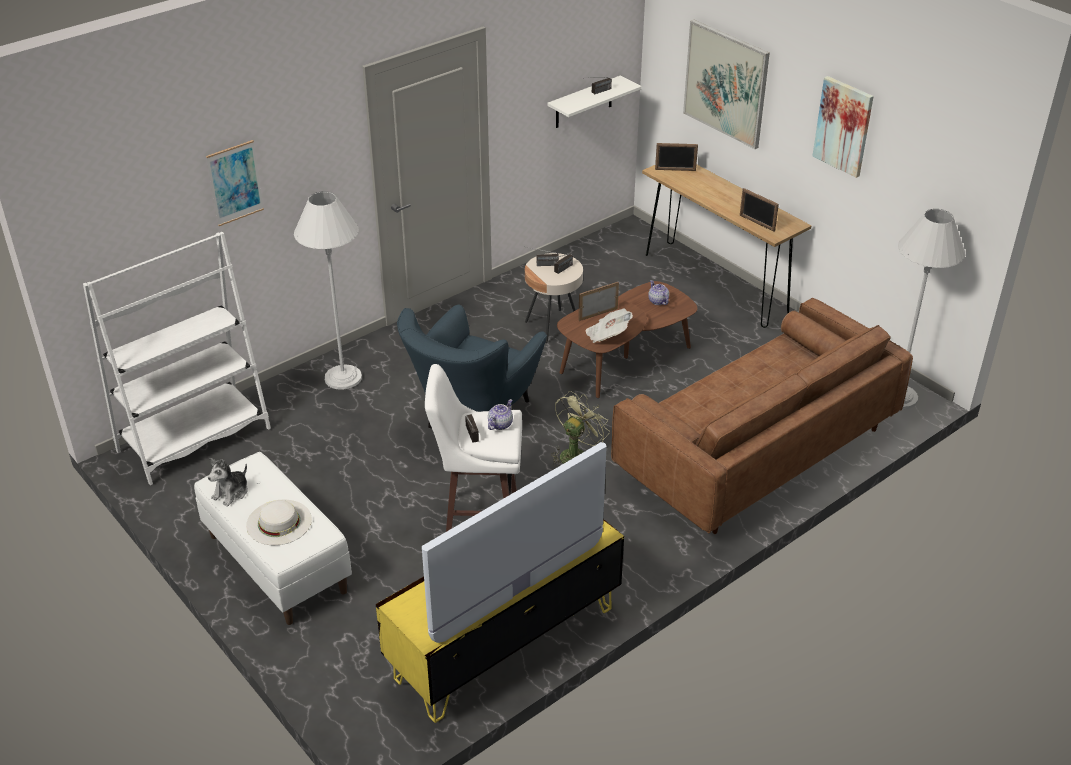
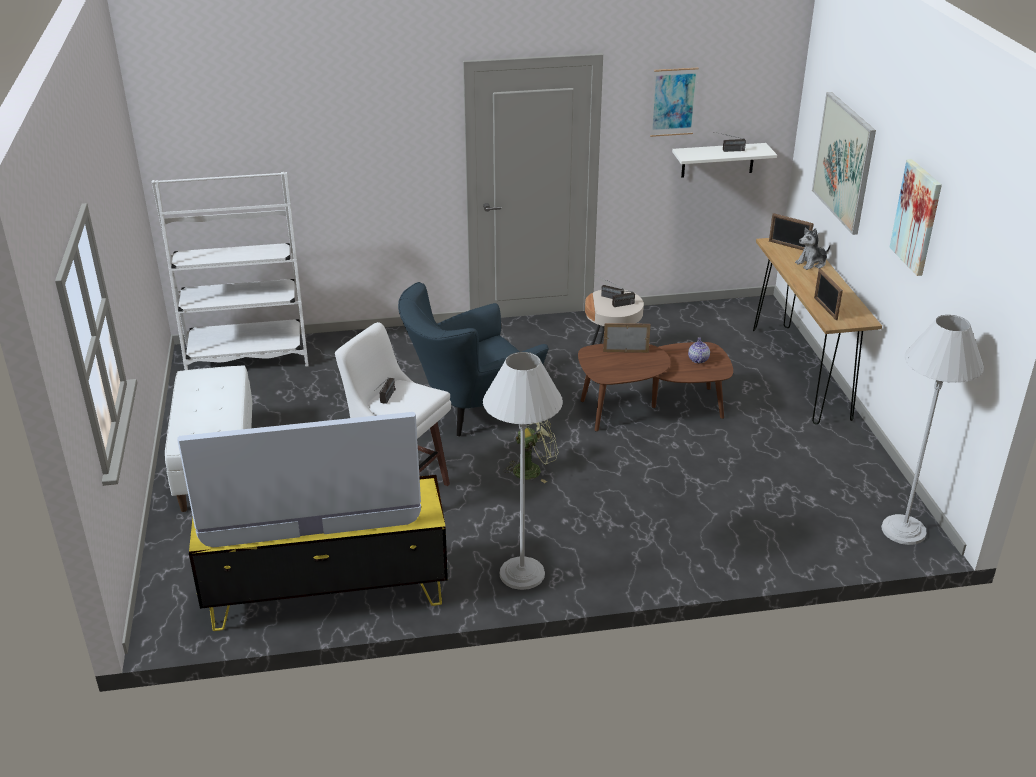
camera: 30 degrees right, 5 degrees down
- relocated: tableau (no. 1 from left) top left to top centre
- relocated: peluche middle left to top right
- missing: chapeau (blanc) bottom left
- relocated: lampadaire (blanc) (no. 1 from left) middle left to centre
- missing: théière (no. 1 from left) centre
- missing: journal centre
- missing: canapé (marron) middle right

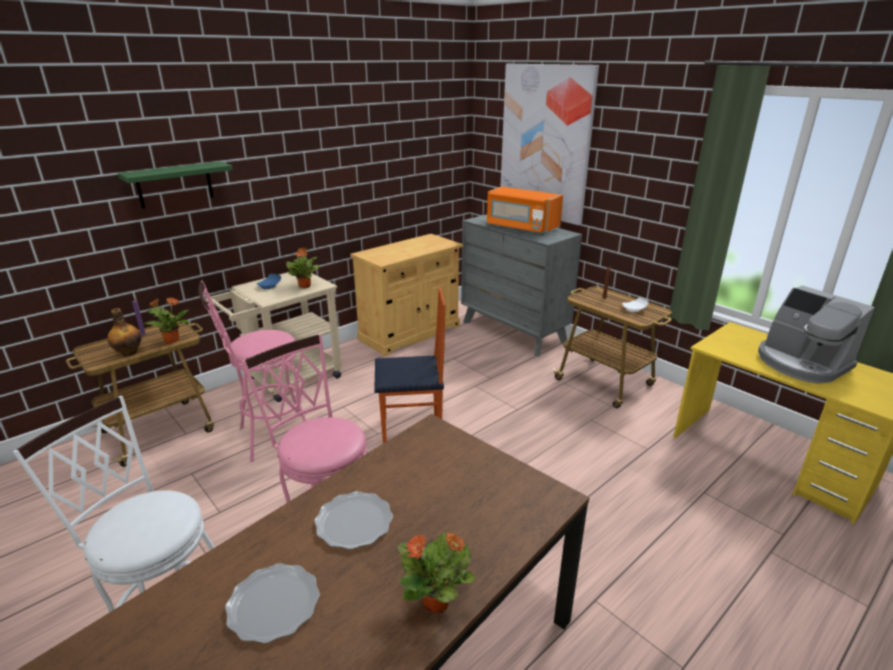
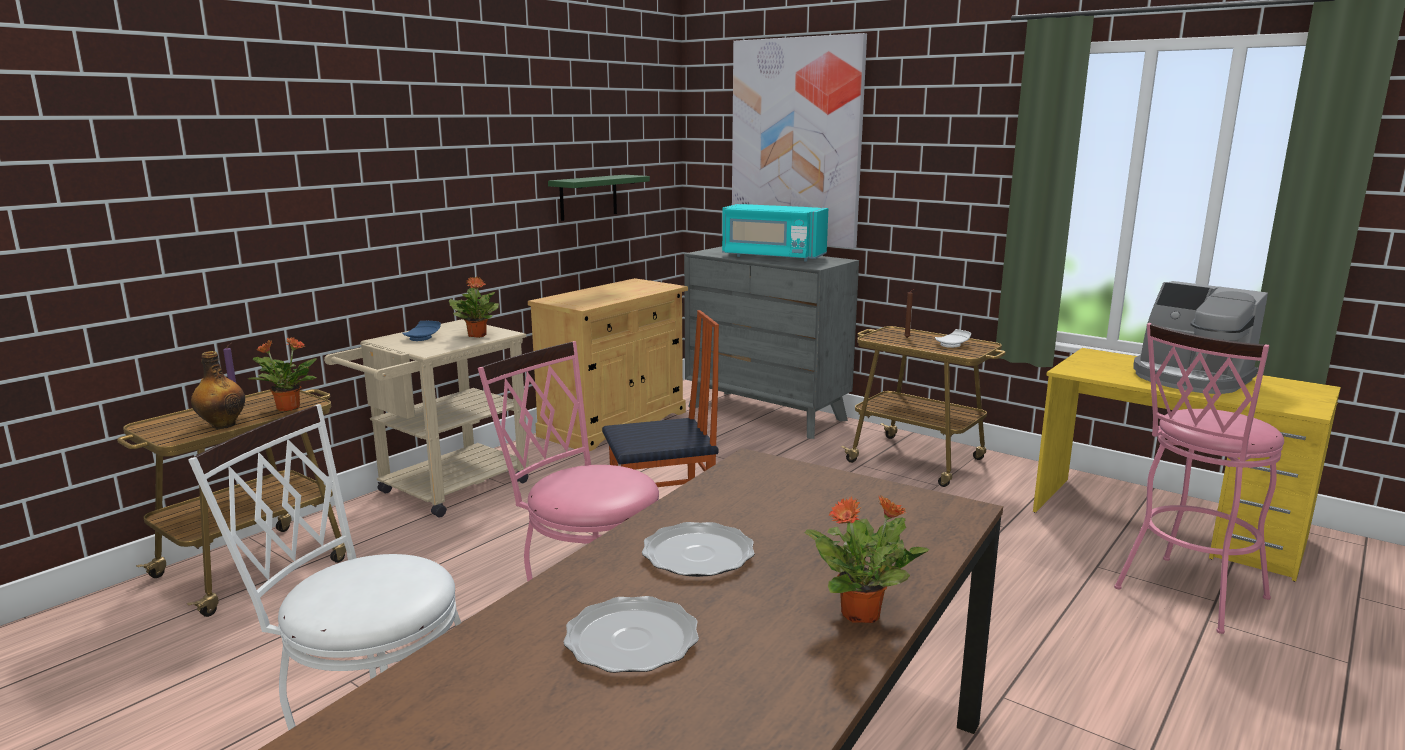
camera: 10 degrees left, 10 degrees down
- relocated: étagère (vert) top left to top centre
- relocated: tabouret (rose) (no. 1 from left in the first image) middle left to tabouret (rose) (no. 2 from left) middle right
- colour: micro-ondes (orange) top centre to micro-ondes (turquoise) top centre

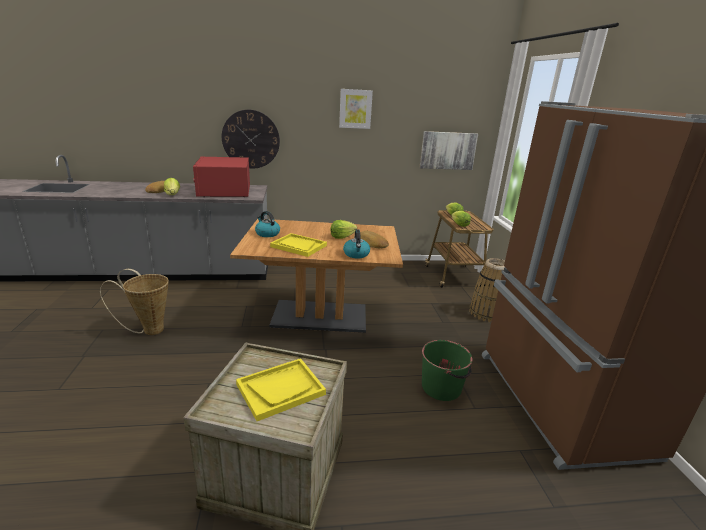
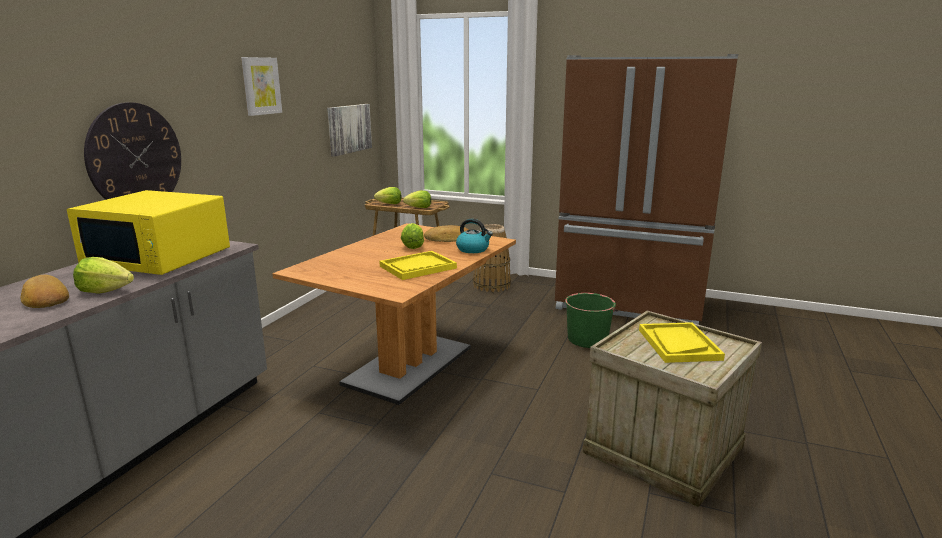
camera: 60 degrees left, 5 degrees down
- missing: panier (no. 1 from left) middle left
- colour: micro-ondes (rouge) middle left to micro-ondes (jaune) middle left
- missing: bouilloire (no. 1 from left) centre

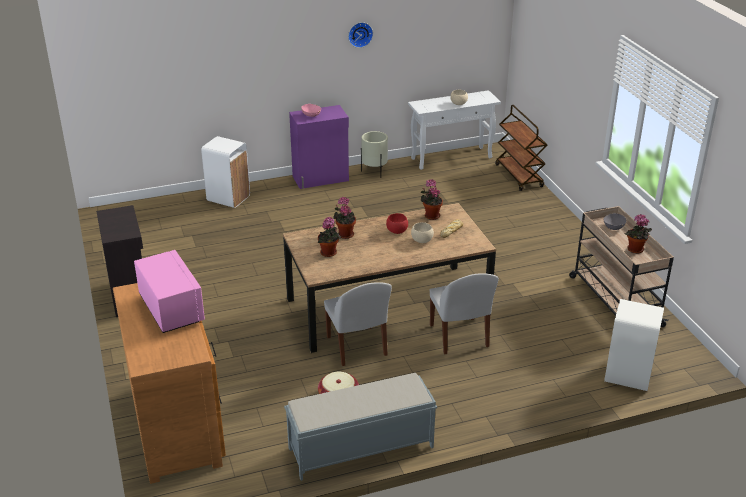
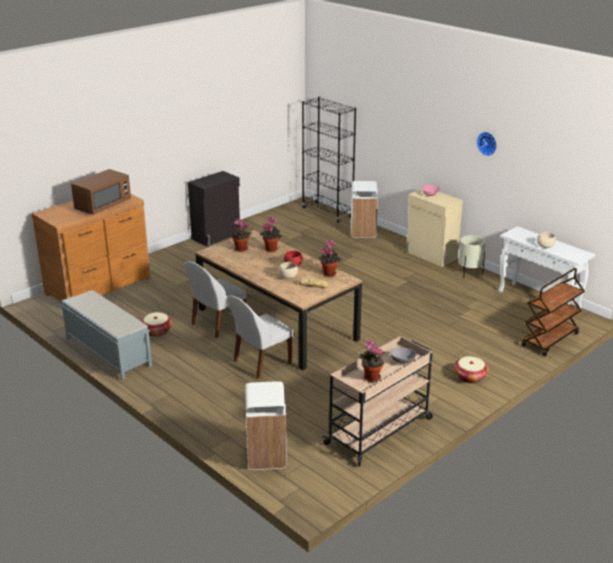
camera: 65 degrees right, 5 degrees down
- colour: micro-ondes (rose) middle left to micro-ondes (marron) middle left
- colour: meuble de rangement (violet) top centre to meuble de rangement (beige) middle right
- appeared: bibliothèque (noir) top centre
- appeared: panier (no. 2 from left) middle right

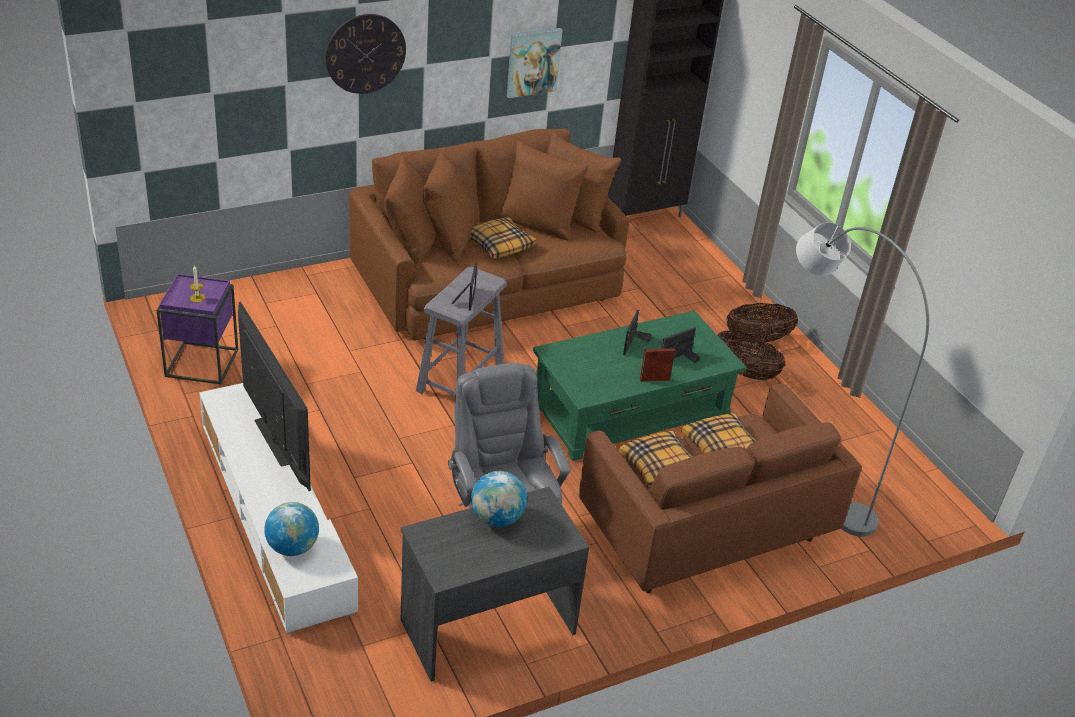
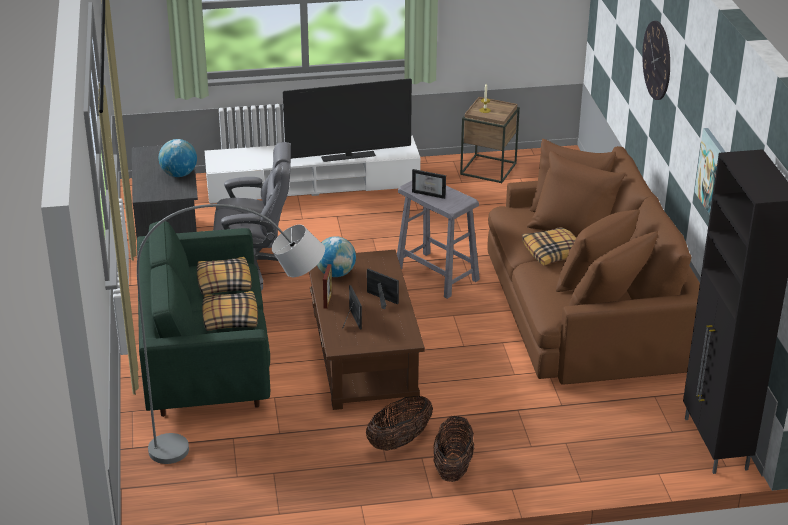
camera: 110 degrees right, 5 degrees down
- colour: table d'appoint (violet) middle left to table d'appoint (marron) top centre
- relocated: globe (no. 1 from left in the first image) bottom left to globe (no. 2 from left) centre
- colour: table basse (vert) centre to table basse (marron) centre
- colour: canapé (marron) (no. 2 from left) bottom right to canapé (vert) middle left

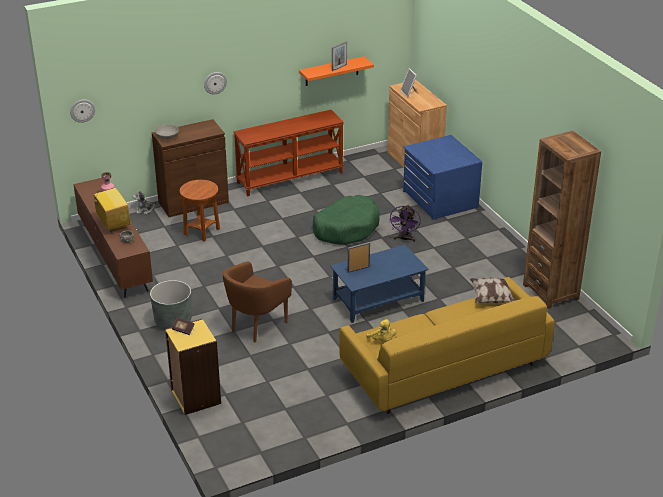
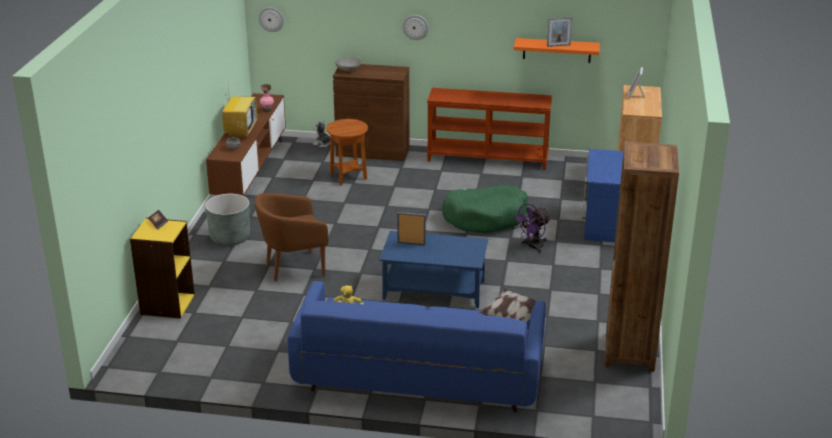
camera: 35 degrees right, 5 degrees down
- colour: canapé (jaune) bottom right to canapé (bleu) bottom centre

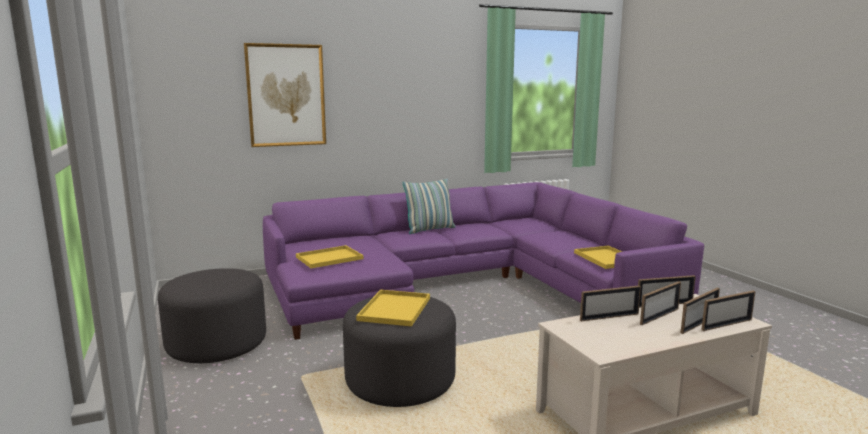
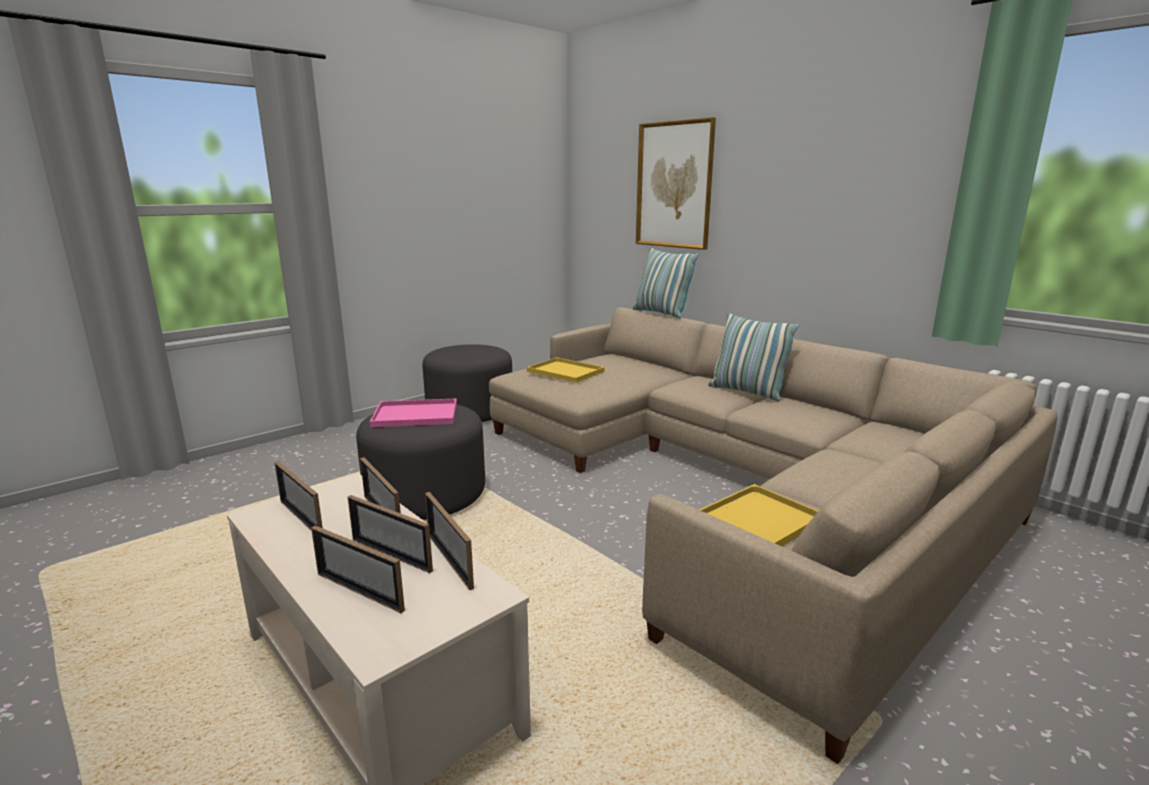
camera: 70 degrees right, 5 degrees up
- colour: canapé (violet) centre to canapé (beige) bottom right
- colour: plateau (jaune) (no. 2 from left) bottom centre to plateau (rose) centre
- relocated: cadre photo (no. 5 from left in the first image) bottom right to cadre photo (no. 1 from left) middle left
- appeared: coussin (no. 1 from left) centre

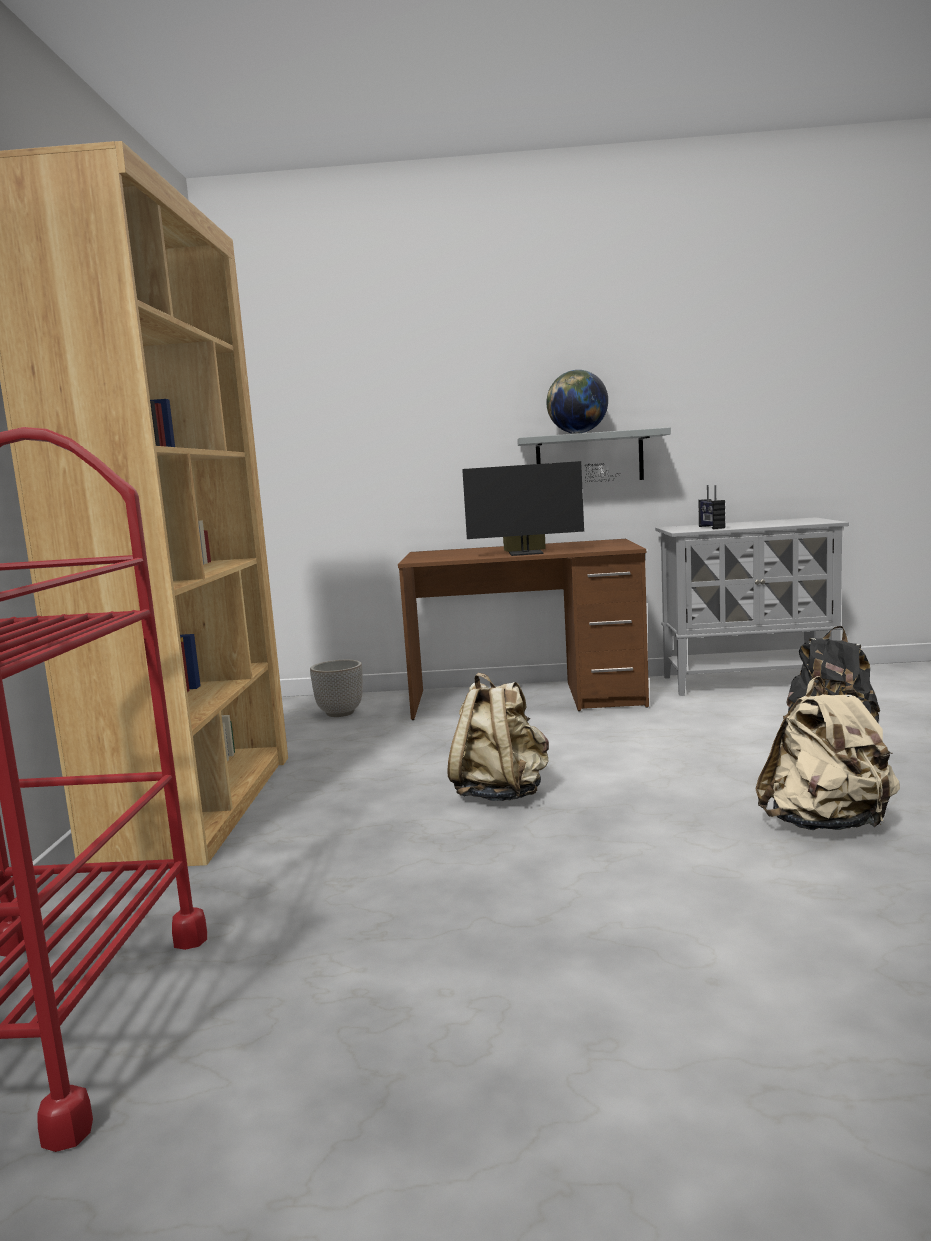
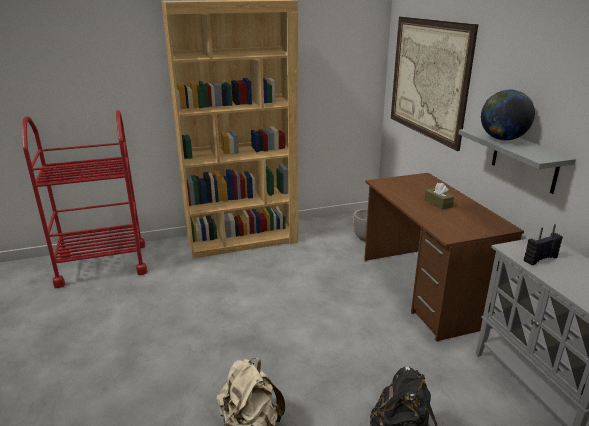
camera: 70 degrees right, 15 degrees up
- missing: sac à dos (beige) (no. 1 from left) centre
- missing: écran d'ordinateur centre
- appeared: tableau top right

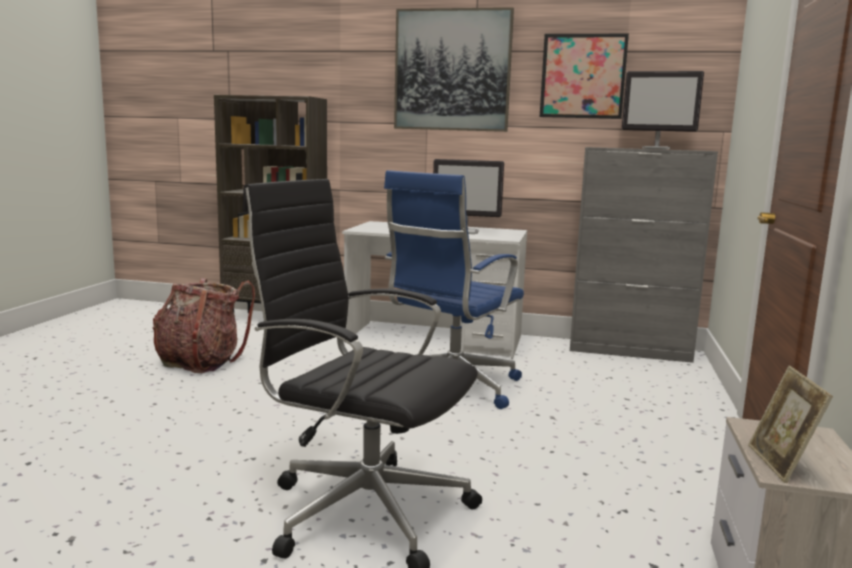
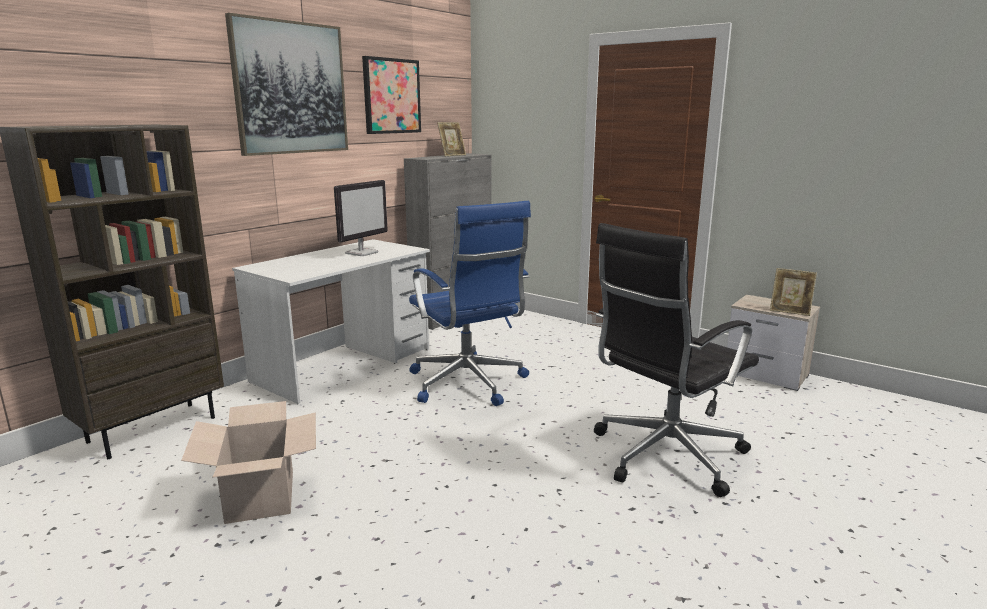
camera: 65 degrees left, 5 degrees up
- exchanged: sac à dos middle left to carton bottom left
- exchanged: écran d'ordinateur (no. 2 from left) top right to cadre photo (no. 1 from left) top centre

